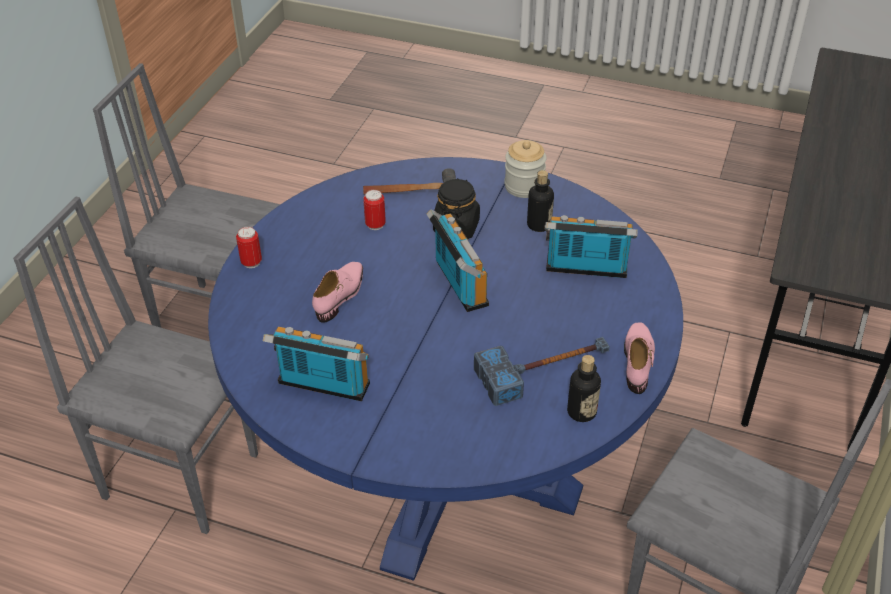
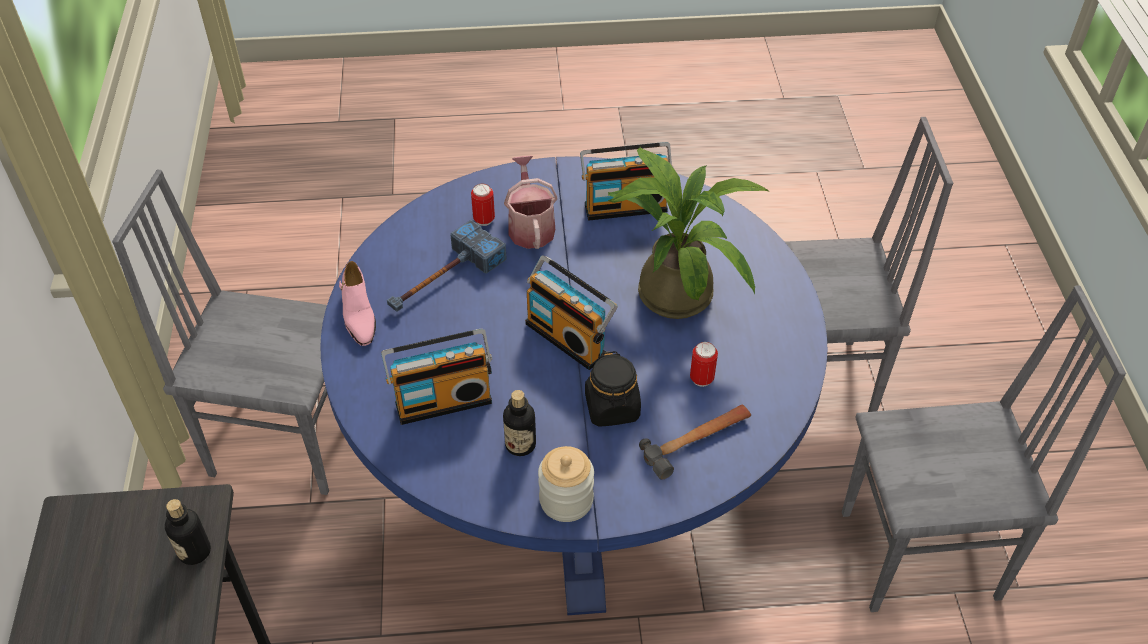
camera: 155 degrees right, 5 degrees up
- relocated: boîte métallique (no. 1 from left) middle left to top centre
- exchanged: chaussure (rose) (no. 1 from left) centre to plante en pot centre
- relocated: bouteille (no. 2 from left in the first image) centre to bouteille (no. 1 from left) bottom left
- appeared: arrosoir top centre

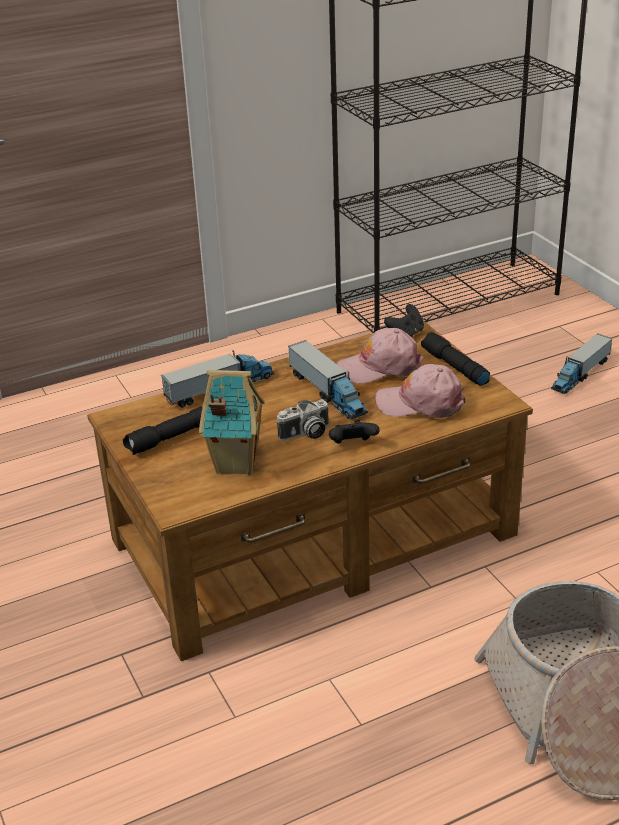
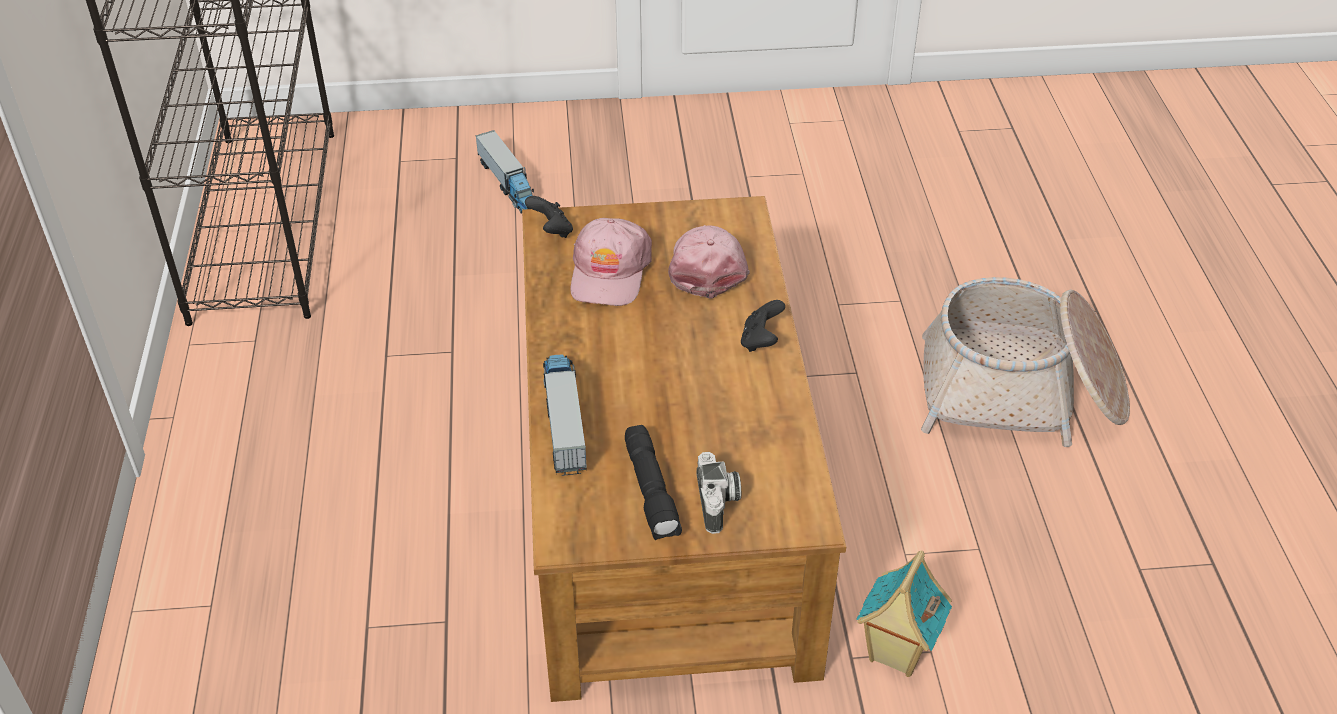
camera: 70 degrees left, 10 degrees up
- relocated: maison miniature centre to bottom right
- relocated: appareil photo centre to bottom centre
- missing: camion jouet (no. 2 from left) centre
- spun: casquette (rose) (no. 2 from left) middle right = centre 150 degrees clockwise
- missing: lampe de poche (noir) (no. 2 from left) middle right

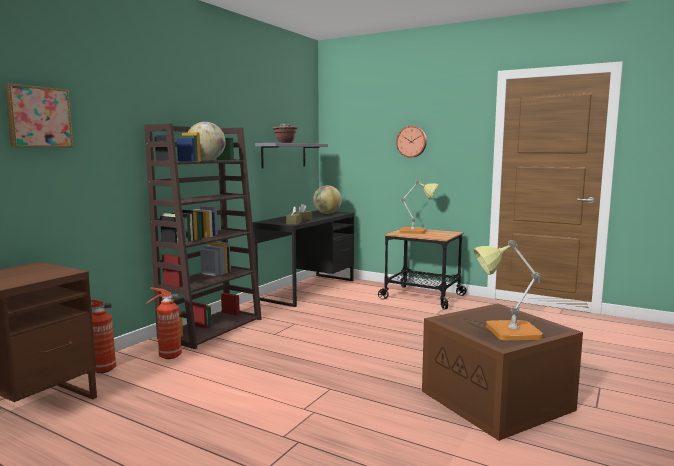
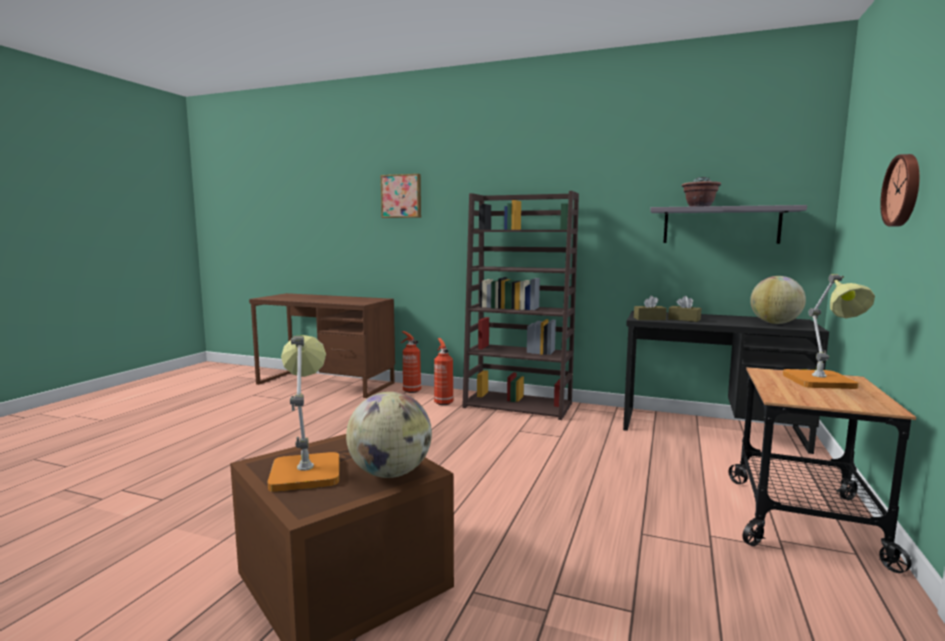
camera: 80 degrees right, 0 degrees up
- relocated: globe (no. 1 from left) top left to bottom centre

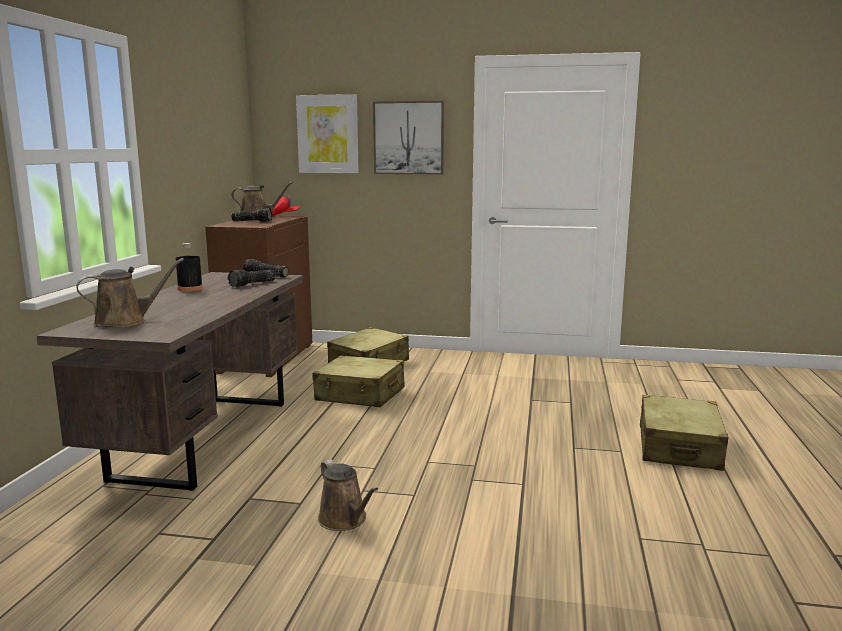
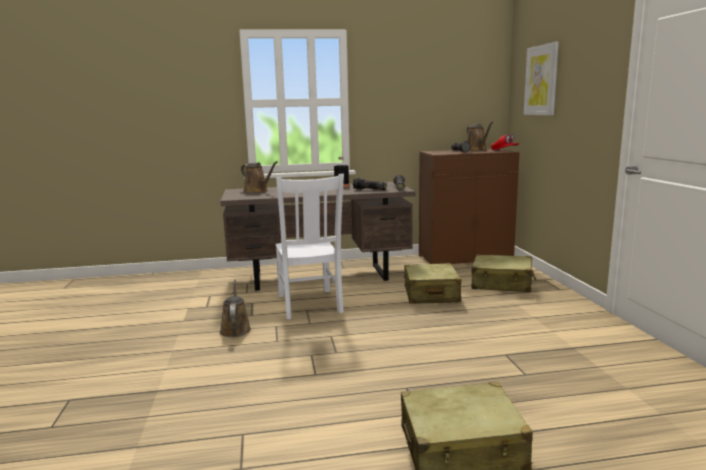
camera: 70 degrees right, 0 degrees up
- spun: arrosoir (marron) (no. 3 from left in the first image) bottom centre = middle left 135 degrees clockwise
- missing: tableau (no. 2 from left) top centre
- appeared: chaise (blanc) centre

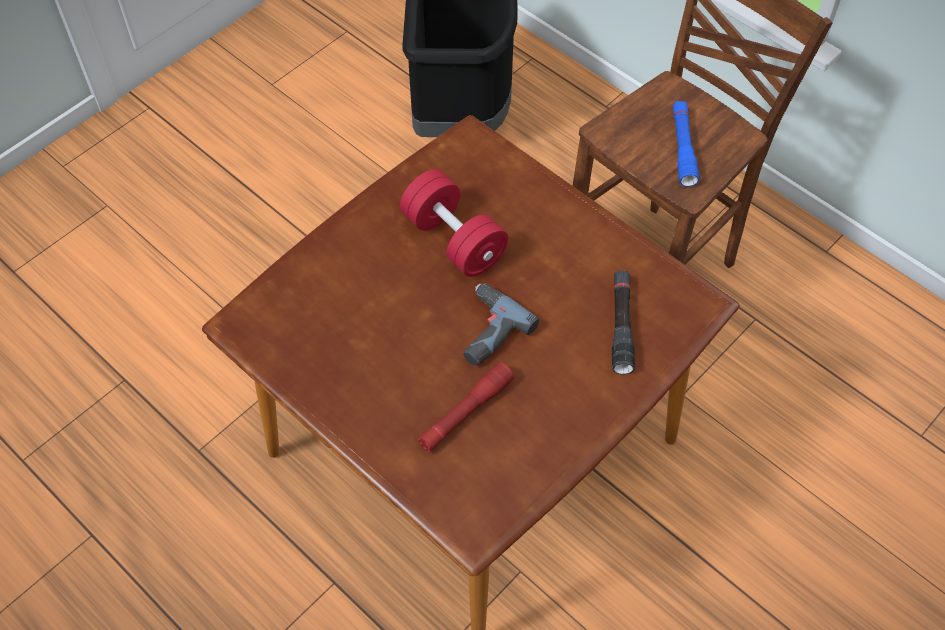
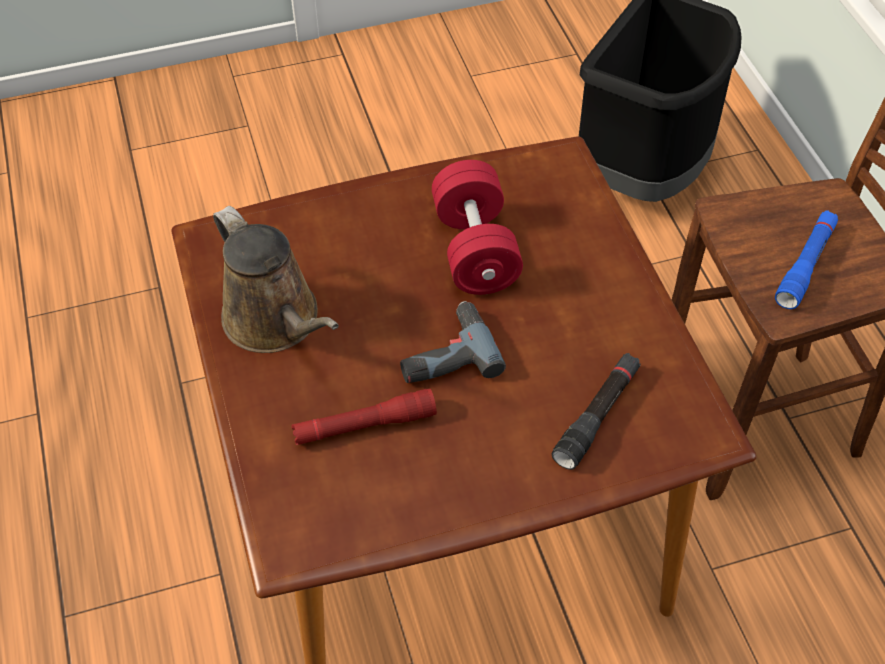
camera: 30 degrees right, 5 degrees down
- appeared: arrosoir (marron) middle left

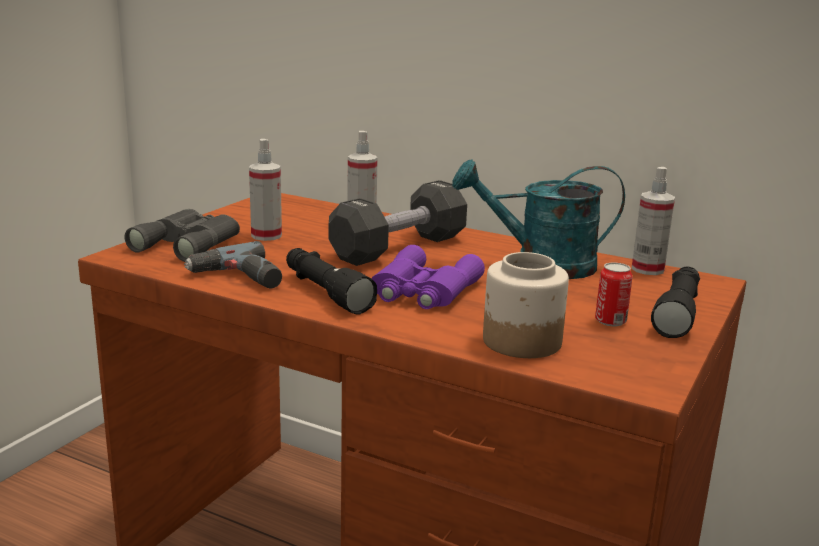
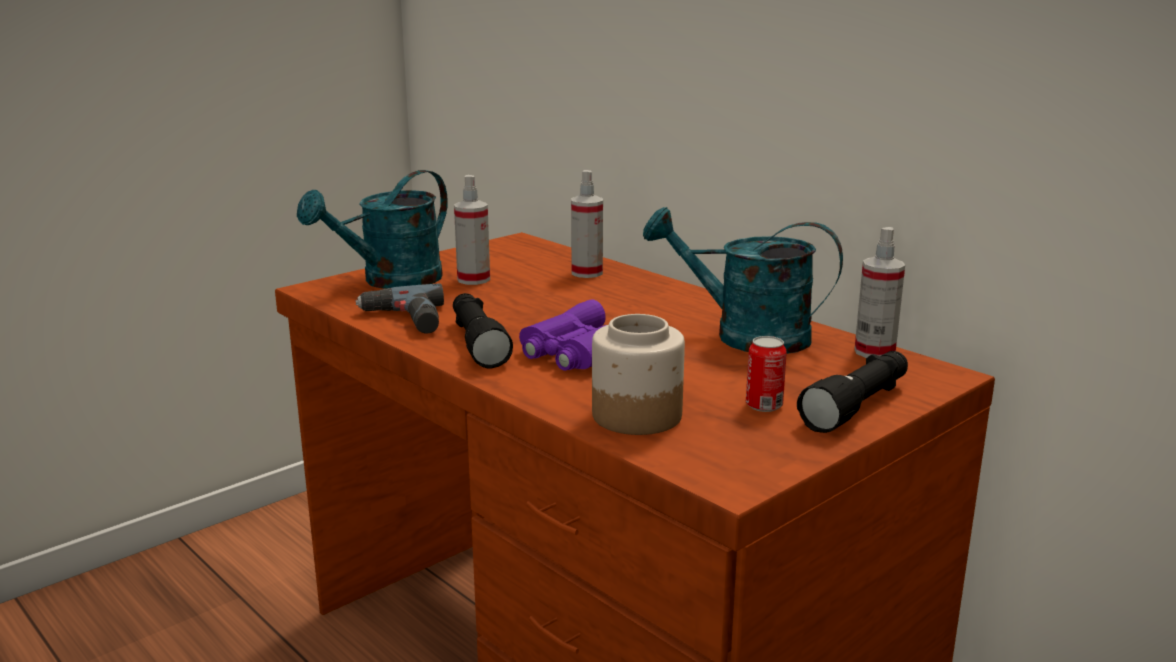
camera: 20 degrees right, 0 degrees up
- exchanged: jumelles (gris) middle left to arrosoir (turquoise) (no. 1 from left) middle left
- missing: haltère (noir) centre

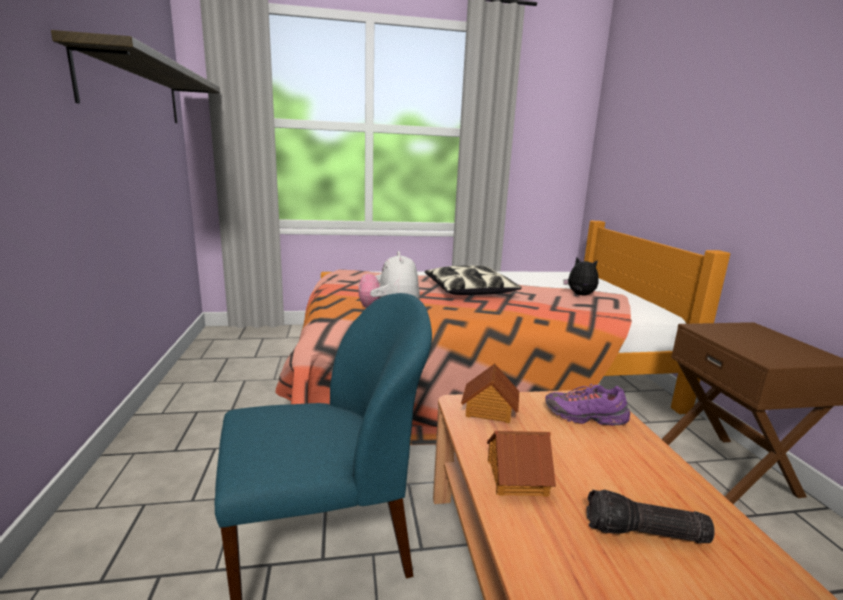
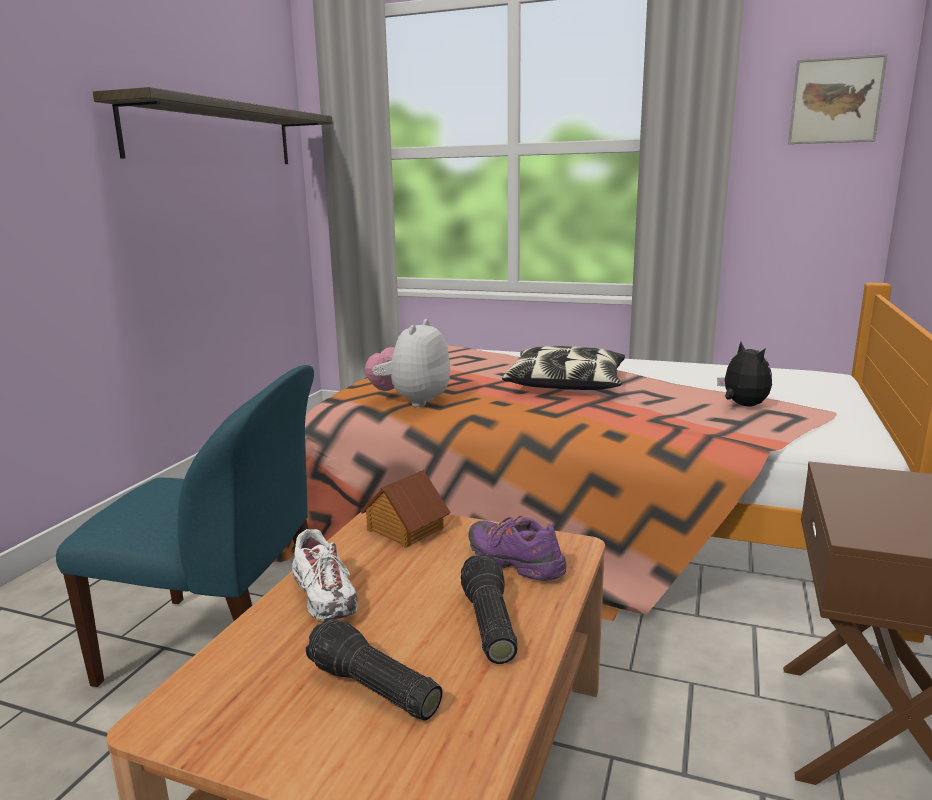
camera: 30 degrees right, 0 degrees up
- exchanged: maison miniature (no. 2 from left) bottom centre to chaussure (blanc) bottom centre
- appeared: lampe de poche (no. 2 from left) bottom centre
- appeared: tableau top right

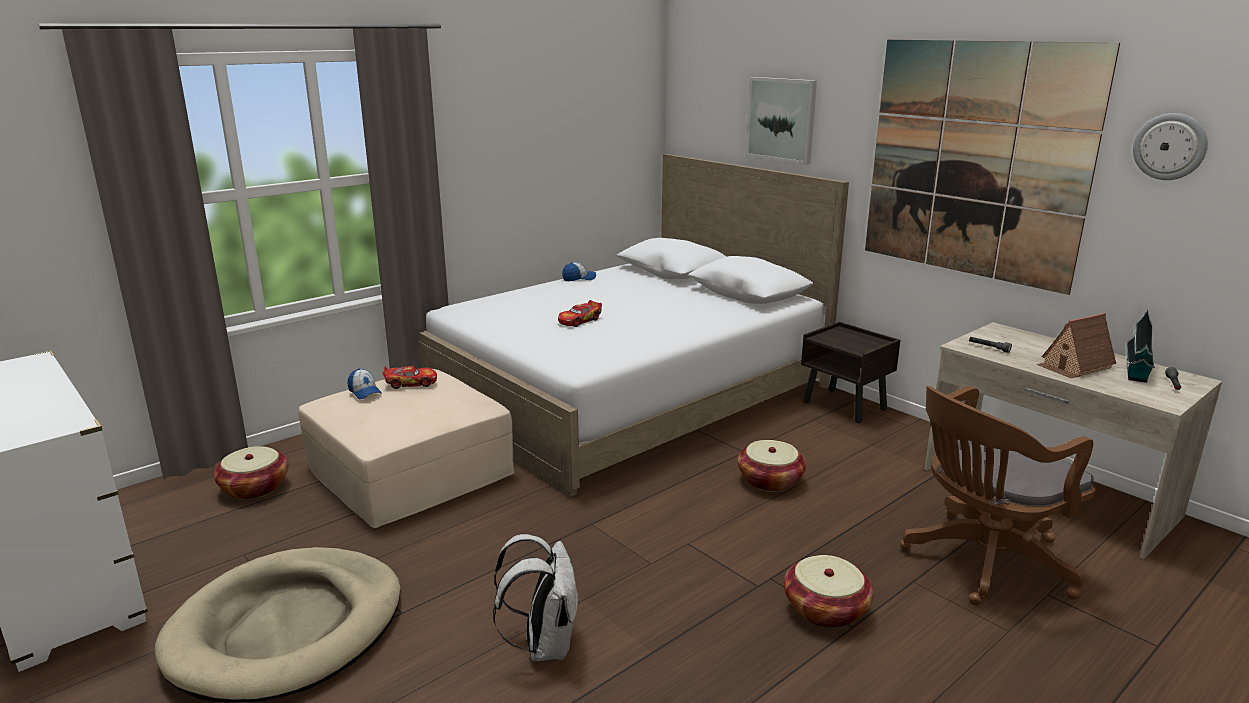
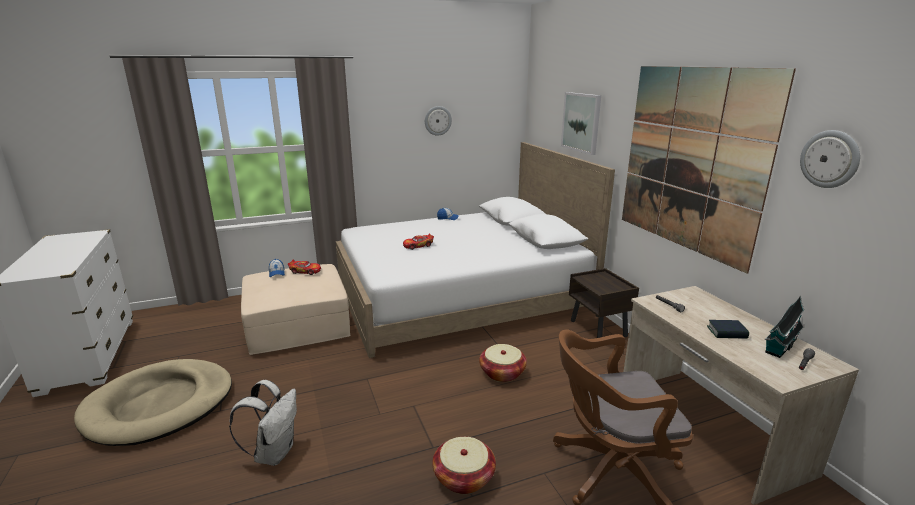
camera: 20 degrees right, 0 degrees up
- missing: panier (no. 1 from left) bottom left
- exchanged: maison miniature (no. 1 from left) middle right to livre middle right
- appeared: horloge murale (no. 1 from left) top centre

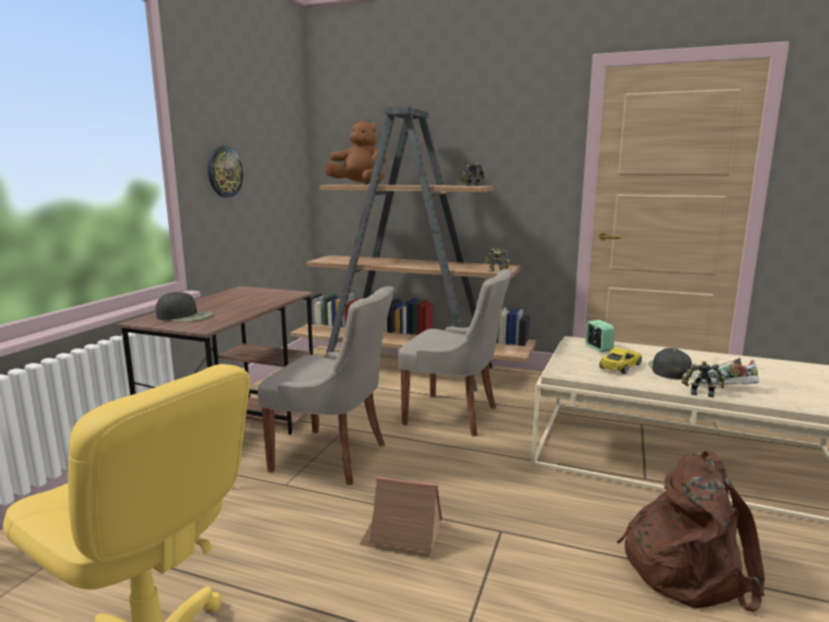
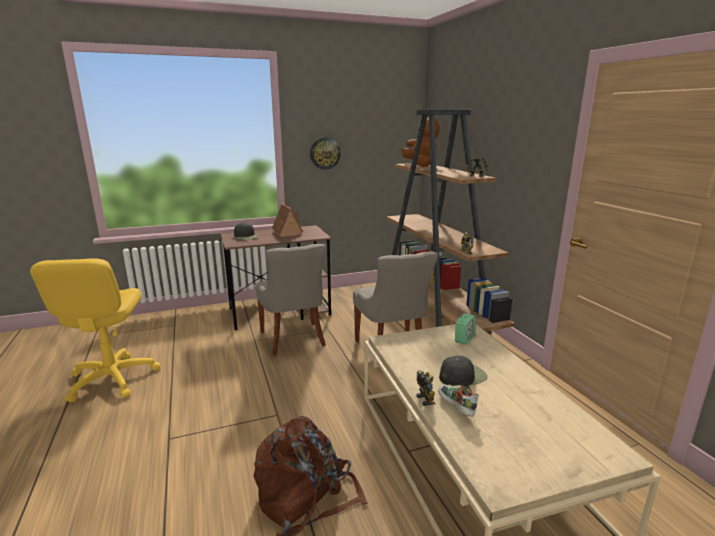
camera: 50 degrees right, 5 degrees up
- relocated: maison miniature bottom centre to centre
- missing: petite voiture (jaune) middle right

